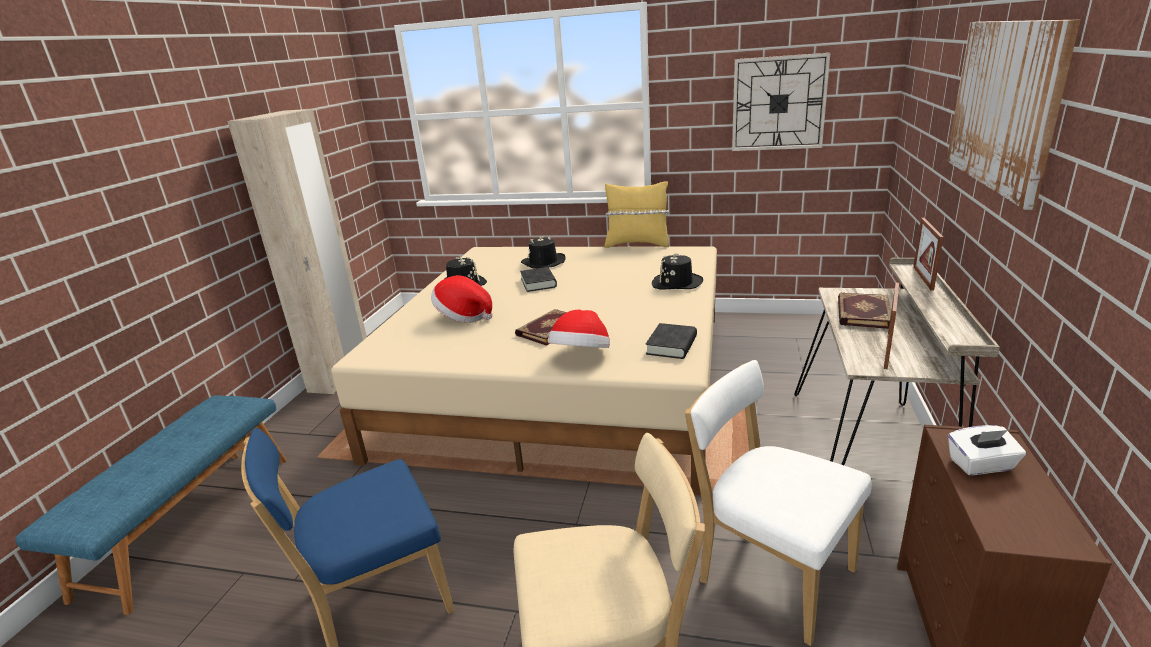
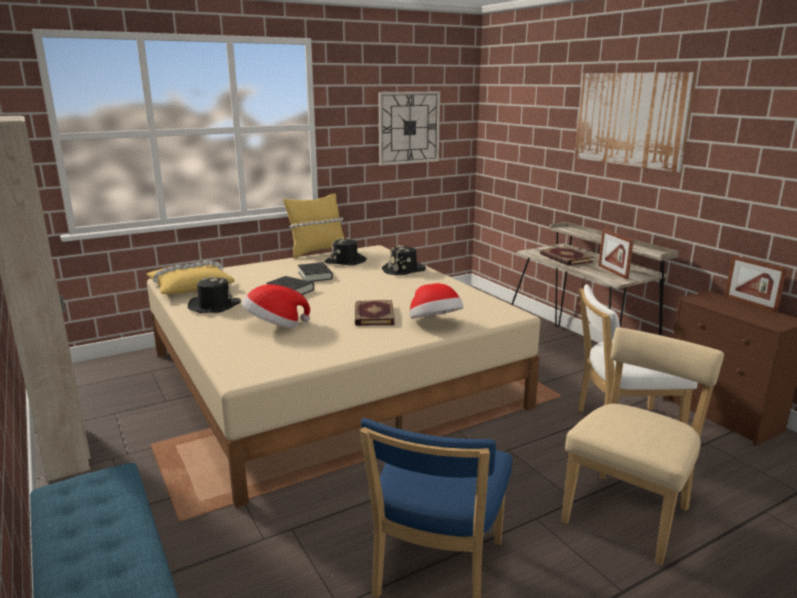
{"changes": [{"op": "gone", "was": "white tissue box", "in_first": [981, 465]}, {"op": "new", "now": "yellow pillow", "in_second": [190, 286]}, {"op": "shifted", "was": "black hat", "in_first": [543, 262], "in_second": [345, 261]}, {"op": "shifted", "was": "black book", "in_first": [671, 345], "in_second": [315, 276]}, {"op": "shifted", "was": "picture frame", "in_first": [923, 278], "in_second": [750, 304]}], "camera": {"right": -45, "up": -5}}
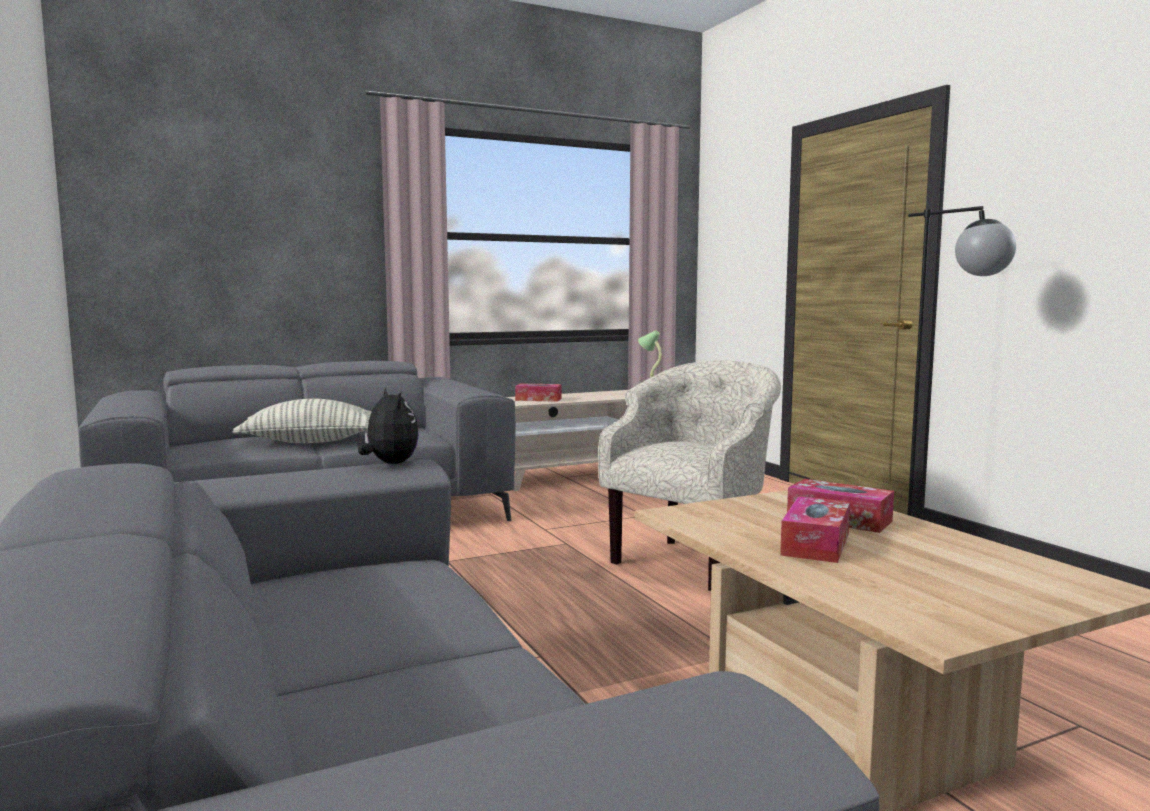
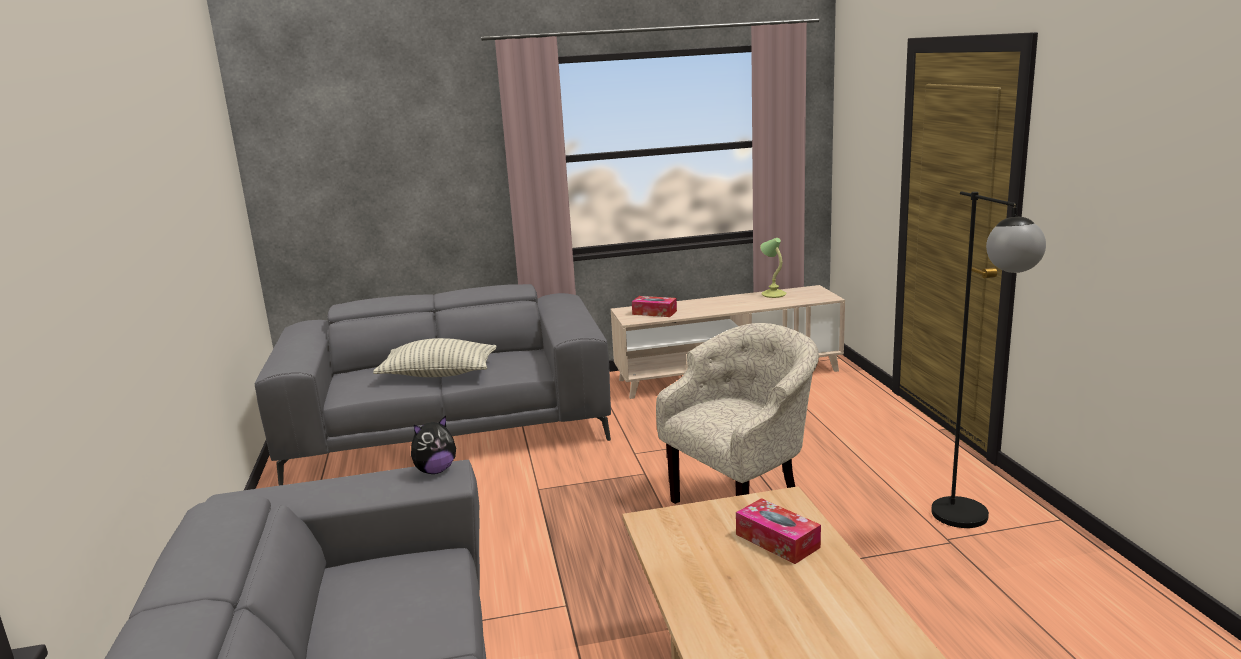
{"changes": [{"op": "gone", "was": "tissue box", "in_first": [816, 544]}, {"op": "rotated", "was": "plush toy", "in_first": [389, 464], "in_second": [435, 470], "clockwise": 75}], "camera": {"right": 15, "up": 10}}
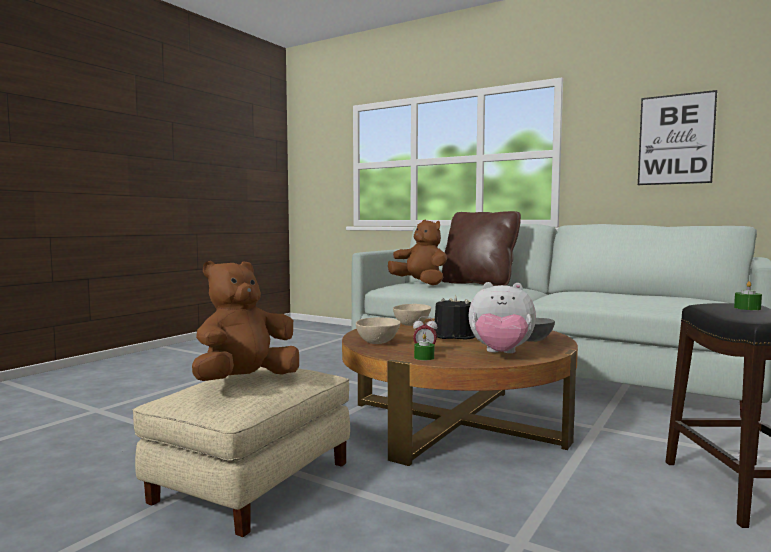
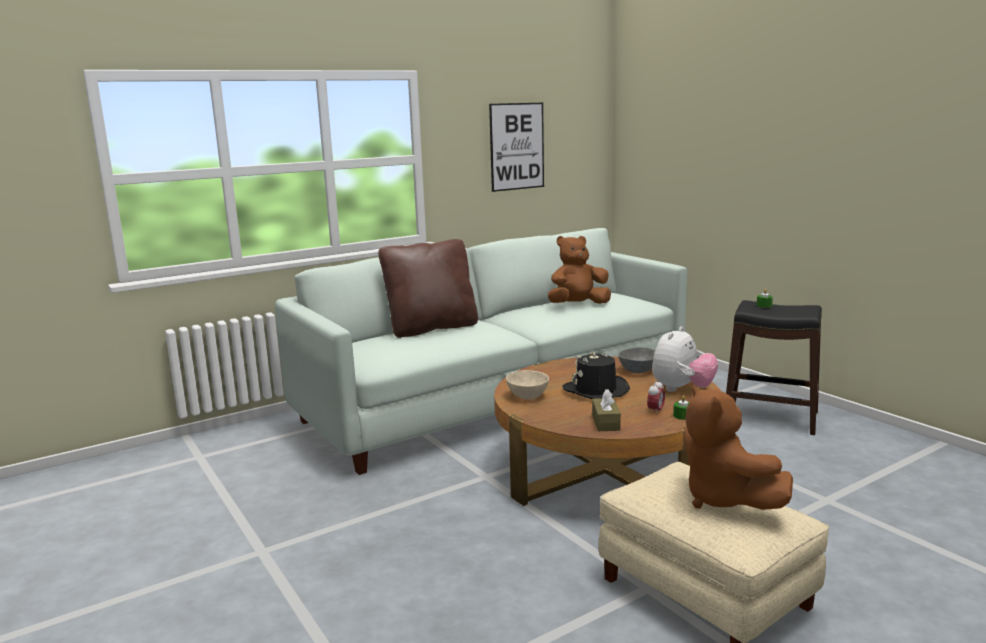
{"changes": [{"op": "shifted", "was": "brown plush toy", "in_first": [420, 283], "in_second": [577, 305]}, {"op": "swapped", "was": "beige bowl", "now": "brown tissue box", "in_first": [378, 342], "in_second": [605, 422]}], "camera": {"right": -65, "up": 10}}
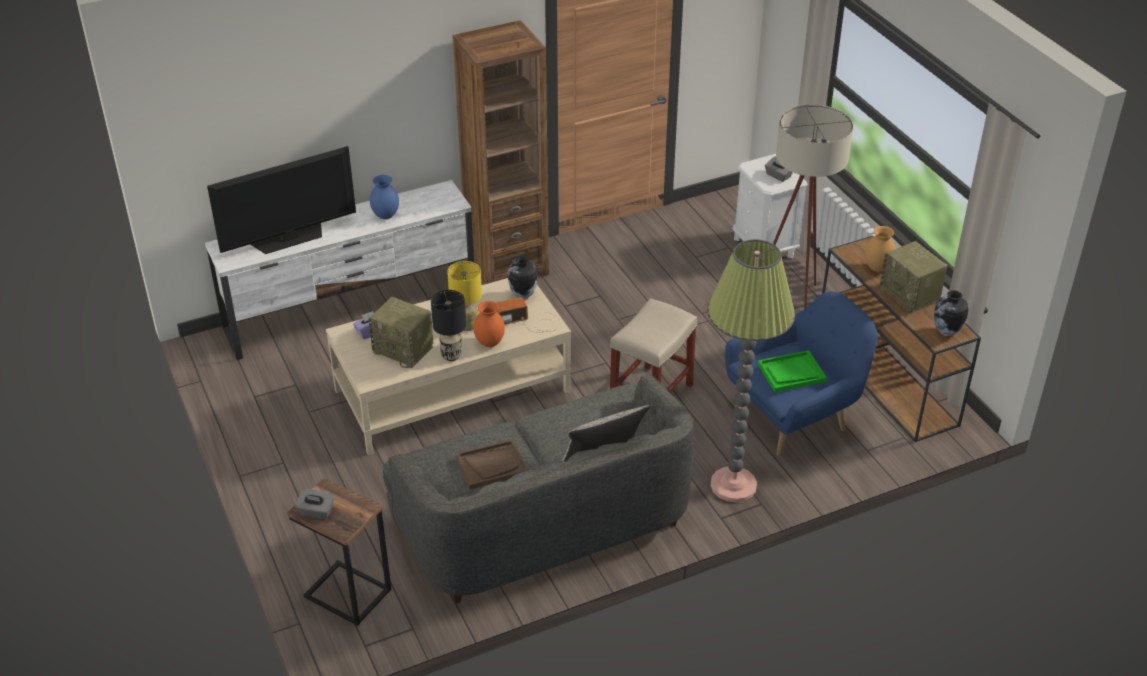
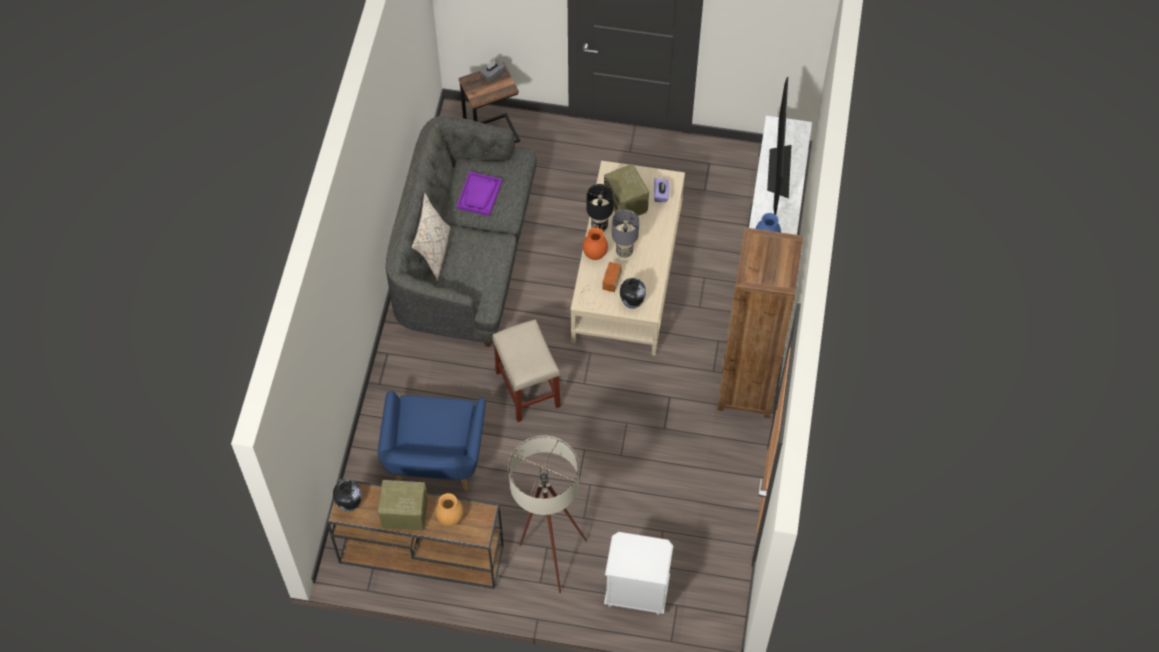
{"changes": [{"op": "gone", "was": "floor lamp", "in_first": [733, 485]}, {"op": "gone", "was": "green tray", "in_first": [791, 373]}, {"op": "gone", "was": "grey tissue box", "in_first": [778, 176]}, {"op": "repainted", "was": "yellow table lamp", "now": "grey table lamp", "in_first": [467, 326], "in_second": [624, 251]}, {"op": "repainted", "was": "brown tray", "now": "purple tray", "in_first": [491, 465], "in_second": [479, 195]}, {"op": "rotated", "was": "radio", "in_first": [404, 350], "in_second": [626, 204], "clockwise": -90}], "camera": {"right": 125, "up": 20}}
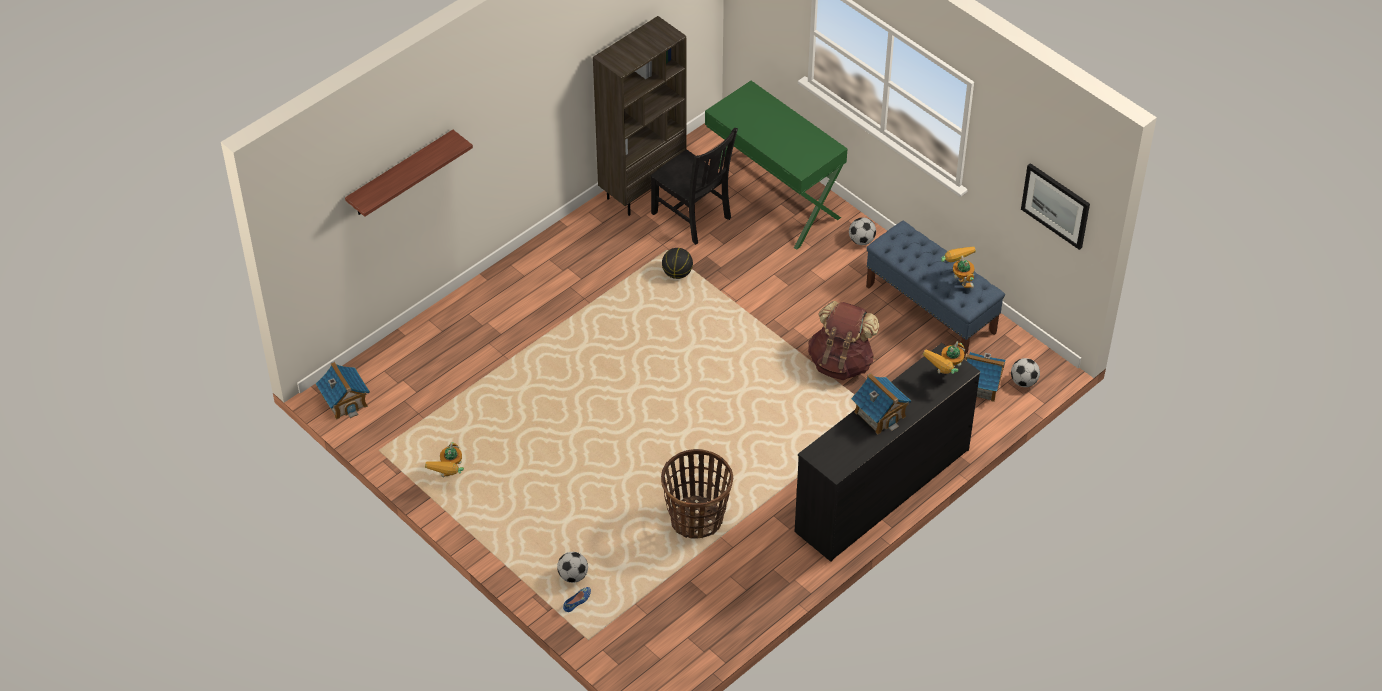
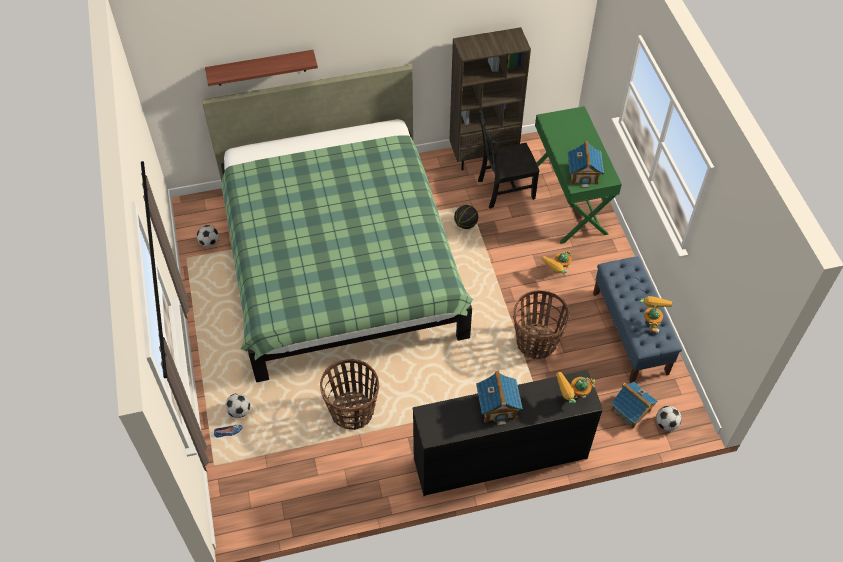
{"changes": [{"op": "gone", "was": "picture", "in_first": [1056, 205]}, {"op": "new", "now": "green bed", "in_second": [339, 262]}, {"op": "shifted", "was": "toy house", "in_first": [345, 401], "in_second": [583, 174]}, {"op": "shifted", "was": "toy robot", "in_first": [450, 477], "in_second": [556, 274]}, {"op": "shifted", "was": "football", "in_first": [861, 240], "in_second": [209, 242]}, {"op": "swapped", "was": "brown backpack", "now": "basket", "in_first": [841, 362], "in_second": [536, 342]}, {"op": "rotated", "was": "black chair", "in_first": [693, 217], "in_second": [504, 189], "clockwise": 90}], "camera": {"right": 30, "up": 5}}
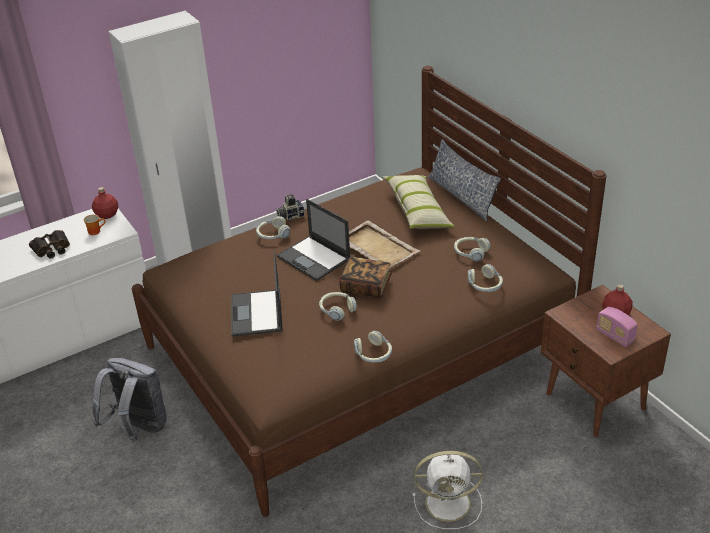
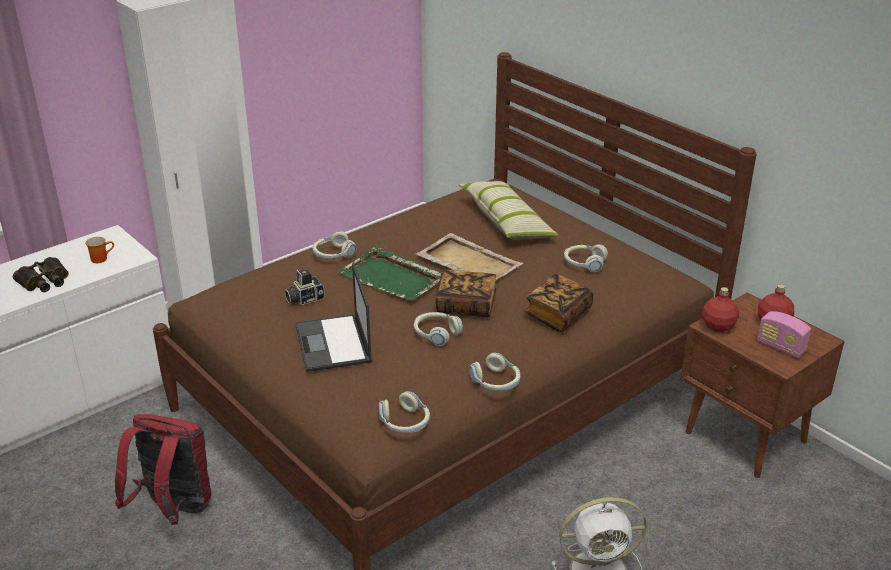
{"changes": [{"op": "gone", "was": "pillow", "in_first": [461, 196]}, {"op": "new", "now": "book", "in_second": [558, 315]}, {"op": "shifted", "was": "red bottle", "in_first": [106, 215], "in_second": [718, 326]}, {"op": "shifted", "was": "photo camera", "in_first": [290, 215], "in_second": [304, 299]}, {"op": "shifted", "was": "headphones", "in_first": [485, 285], "in_second": [405, 423]}, {"op": "swapped", "was": "laptop", "now": "green tray", "in_first": [314, 258], "in_second": [393, 278]}, {"op": "repainted", "was": "grey backpack", "now": "red backpack", "in_first": [138, 428], "in_second": [173, 509]}], "camera": {"right": -10, "up": -5}}
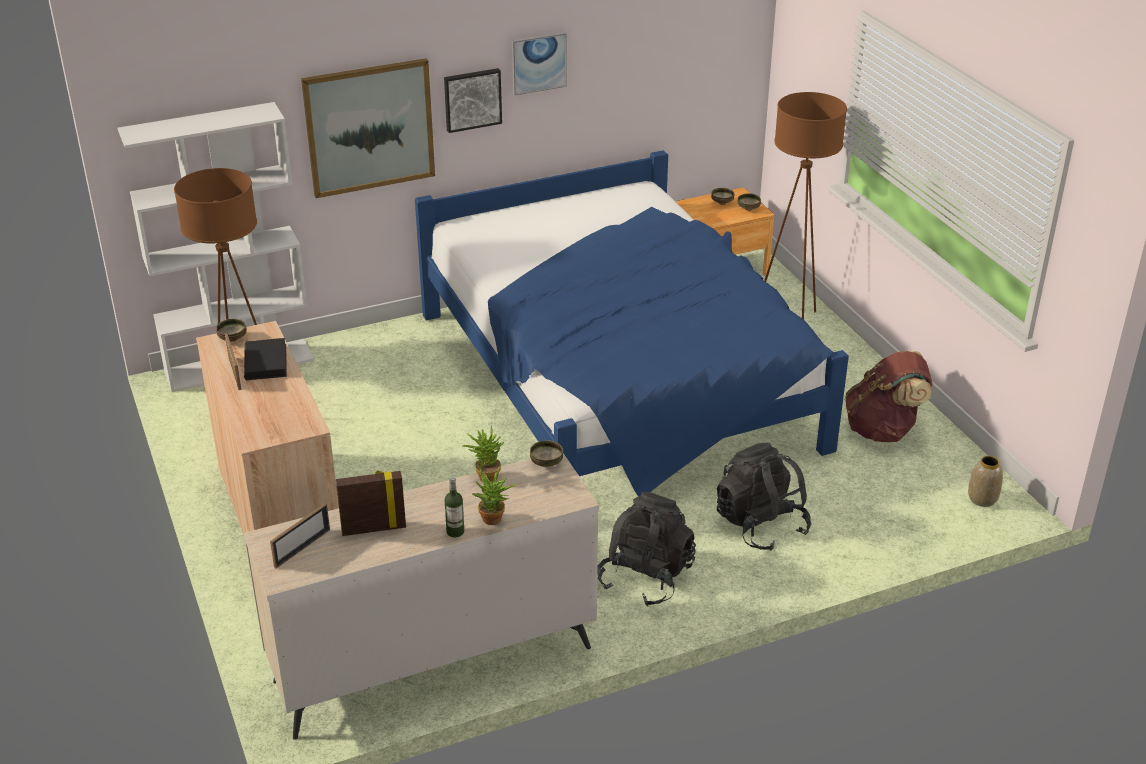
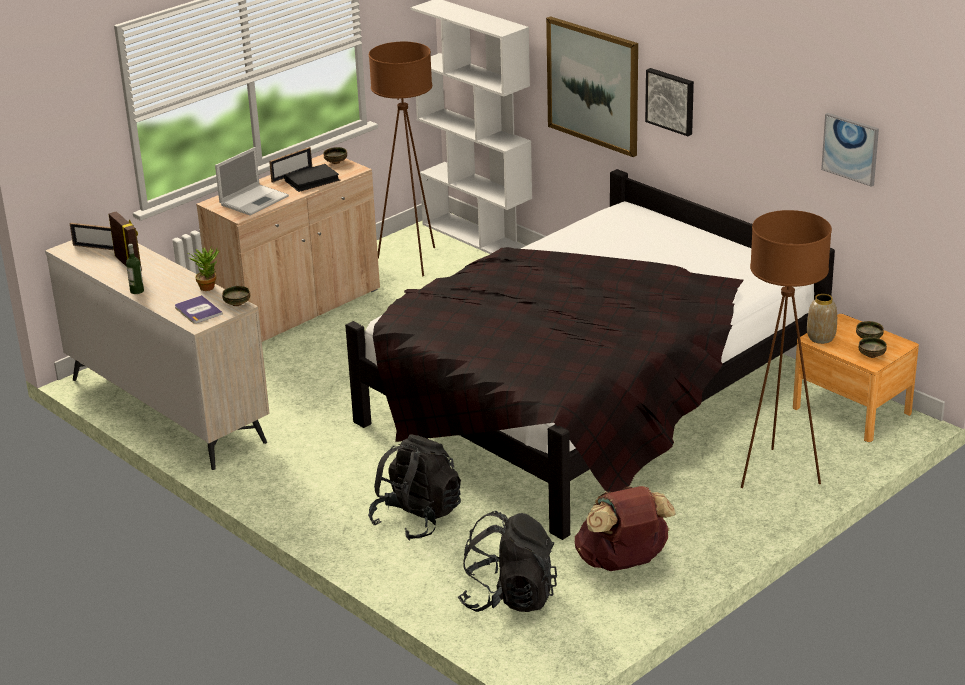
{"changes": [{"op": "gone", "was": "potted plant", "in_first": [494, 521]}, {"op": "new", "now": "book", "in_second": [198, 310]}, {"op": "new", "now": "laptop", "in_second": [255, 200]}, {"op": "shifted", "was": "picture", "in_first": [538, 63], "in_second": [850, 148]}, {"op": "shifted", "was": "black backpack", "in_first": [646, 577], "in_second": [508, 597]}, {"op": "shifted", "was": "vase", "in_first": [982, 499], "in_second": [820, 338]}, {"op": "repainted", "was": "blue bed", "now": "black bed", "in_first": [618, 380], "in_second": [591, 400]}], "camera": {"right": 70, "up": -5}}
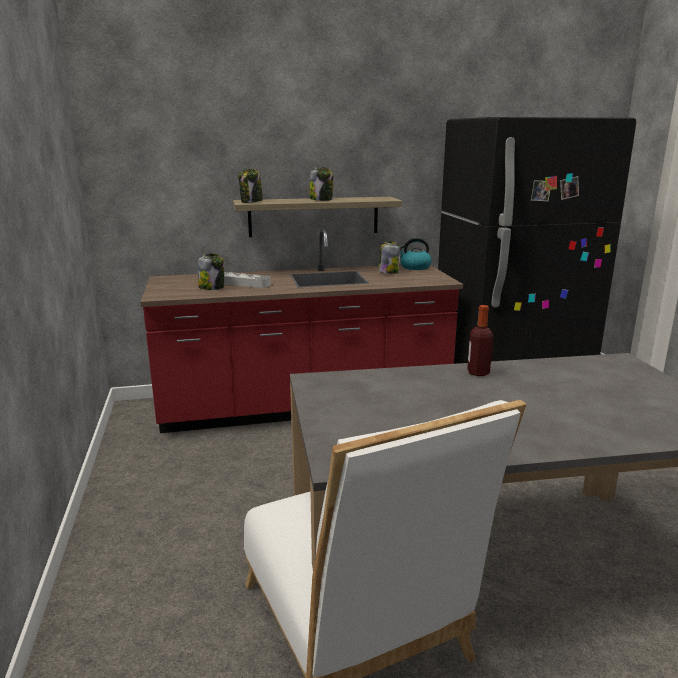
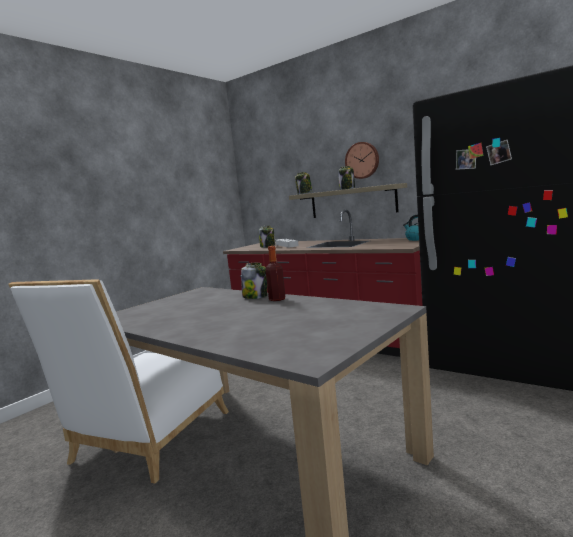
{"changes": [{"op": "new", "now": "wall clock", "in_second": [362, 160]}, {"op": "shifted", "was": "jar", "in_first": [388, 272], "in_second": [255, 296]}], "camera": {"right": 50, "up": -10}}
